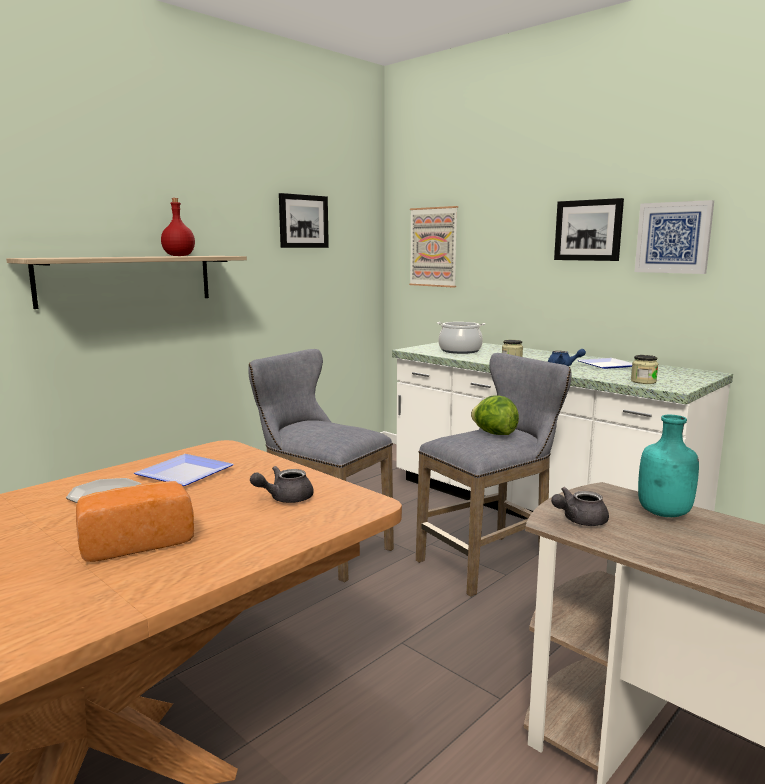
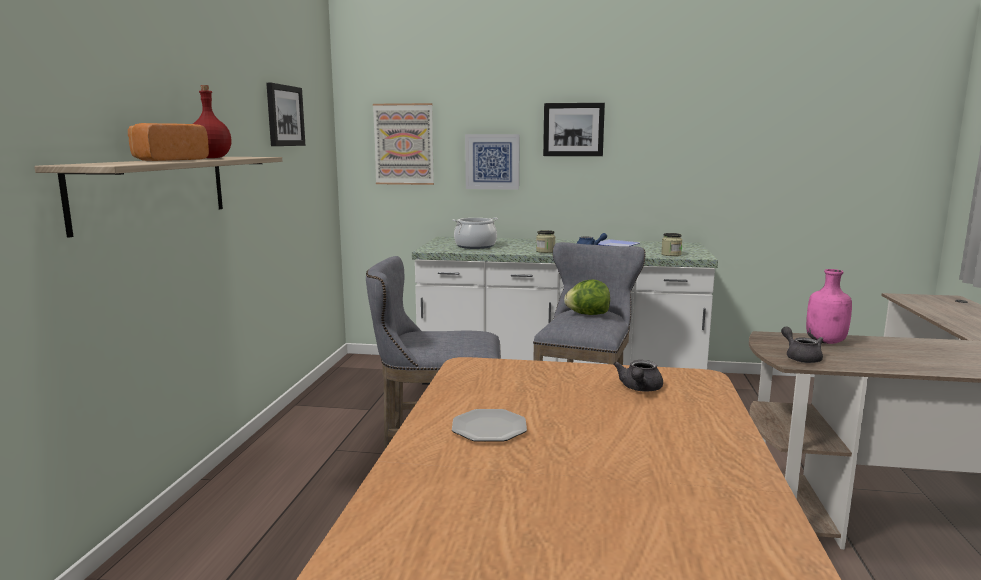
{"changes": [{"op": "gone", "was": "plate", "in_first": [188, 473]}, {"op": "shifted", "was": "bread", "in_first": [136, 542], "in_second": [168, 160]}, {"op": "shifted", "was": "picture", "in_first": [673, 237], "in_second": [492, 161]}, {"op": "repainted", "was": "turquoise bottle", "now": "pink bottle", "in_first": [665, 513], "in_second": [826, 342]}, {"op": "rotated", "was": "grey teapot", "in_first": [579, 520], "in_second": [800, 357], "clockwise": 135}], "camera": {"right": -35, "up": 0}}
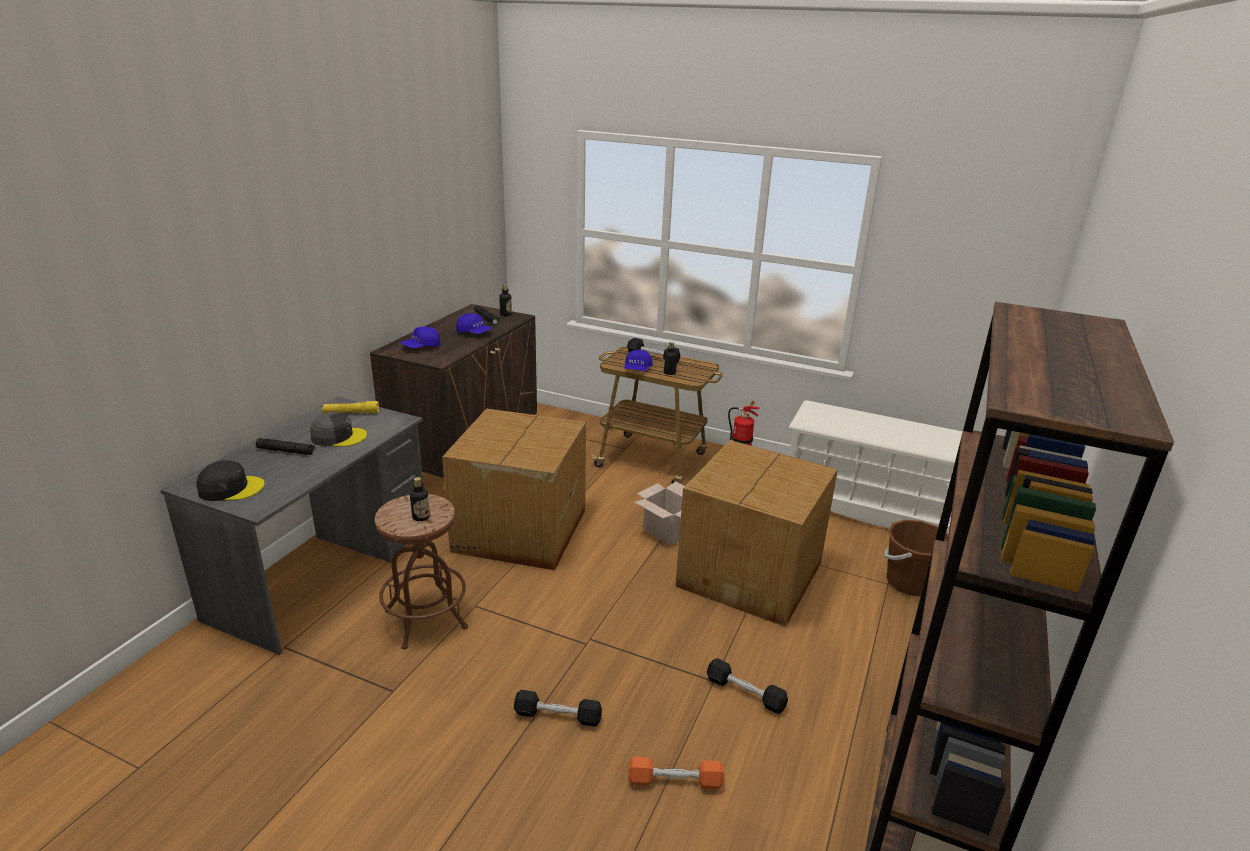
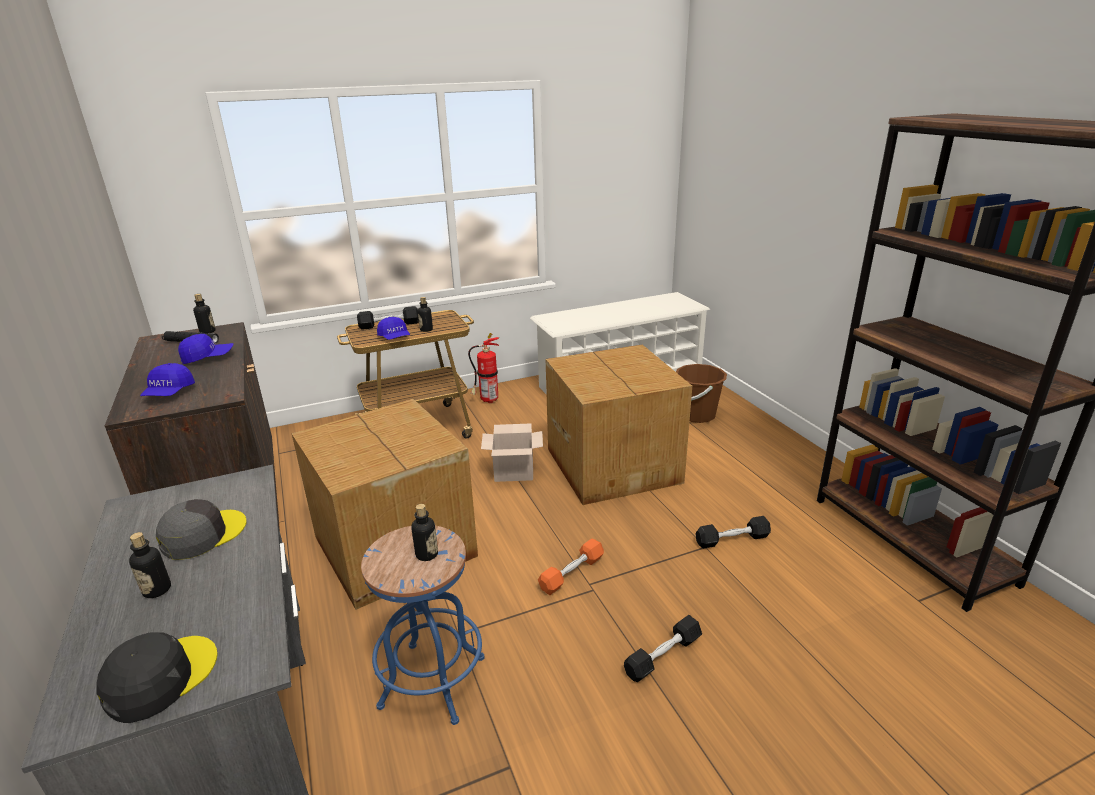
{"changes": [{"op": "gone", "was": "yellow flashlight", "in_first": [351, 413]}, {"op": "shifted", "was": "orange dumbbell", "in_first": [675, 781], "in_second": [571, 573]}, {"op": "swapped", "was": "black flashlight", "now": "bottle", "in_first": [286, 451], "in_second": [157, 590]}, {"op": "repainted", "was": "brown stool", "now": "blue stool", "in_first": [426, 619], "in_second": [432, 681]}], "camera": {"right": -45, "up": 0}}
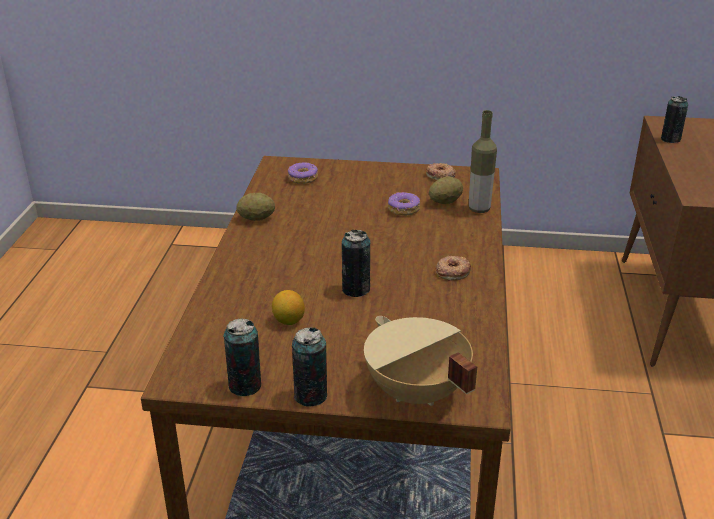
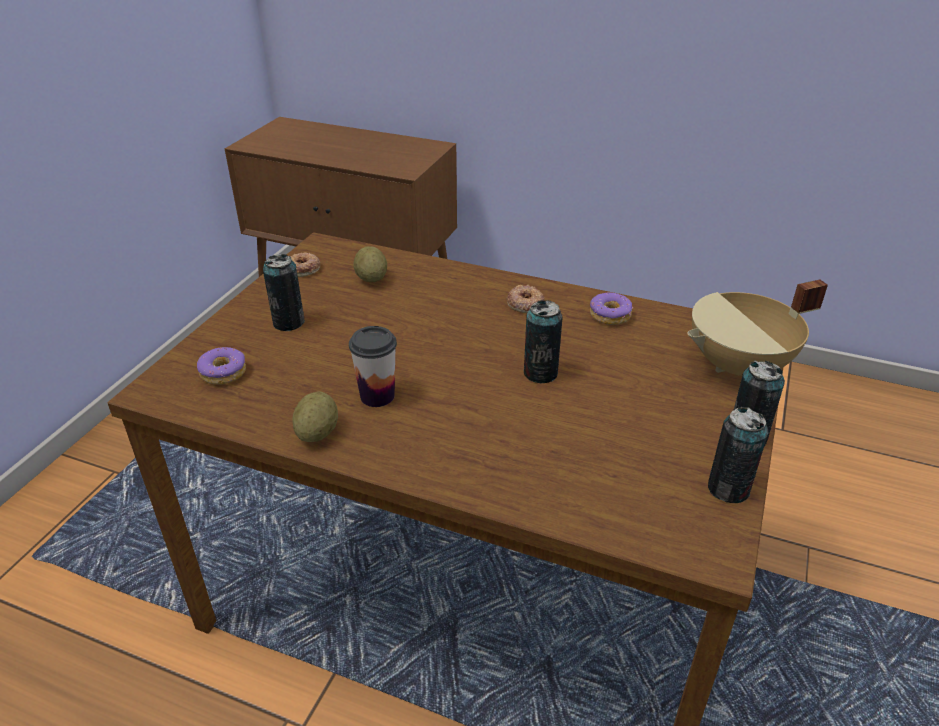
{"changes": [{"op": "gone", "was": "lemon", "in_first": [289, 321]}, {"op": "gone", "was": "bottle", "in_first": [479, 209]}, {"op": "new", "now": "cup", "in_second": [377, 396]}, {"op": "shifted", "was": "donut", "in_first": [403, 209], "in_second": [610, 315]}, {"op": "shifted", "was": "can", "in_first": [670, 139], "in_second": [288, 322]}], "camera": {"right": -75, "up": 5}}
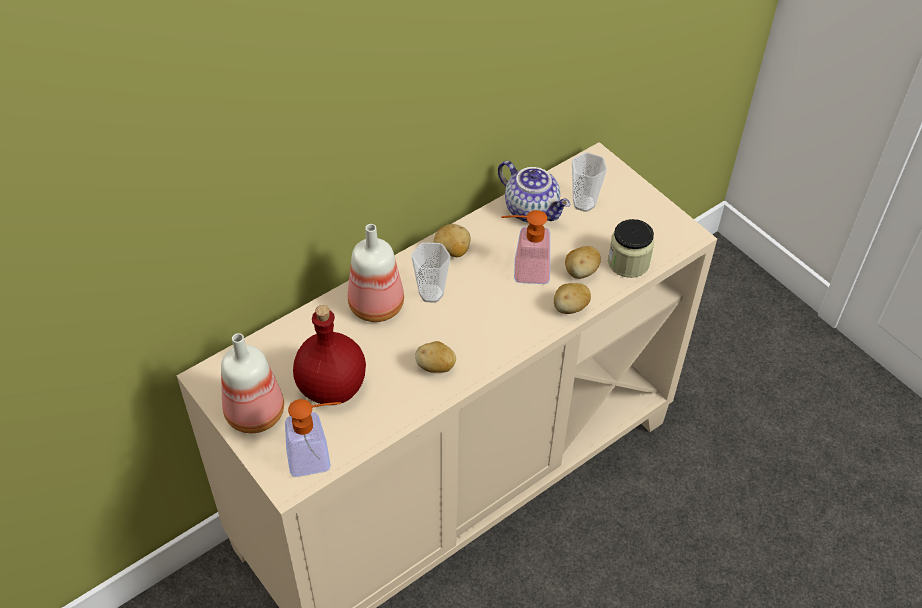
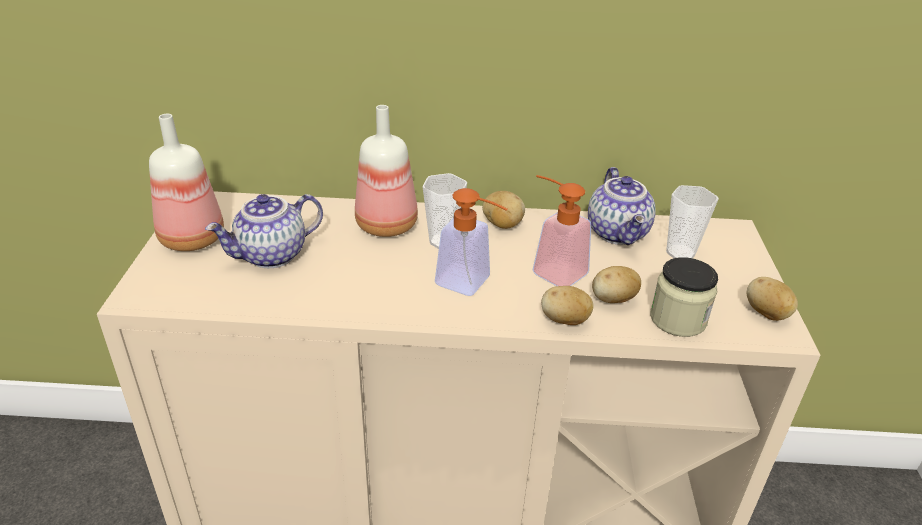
{"changes": [{"op": "shifted", "was": "soap dispenser", "in_first": [317, 457], "in_second": [471, 284]}, {"op": "shifted", "was": "potato", "in_first": [436, 367], "in_second": [766, 314]}, {"op": "swapped", "was": "red bottle", "now": "teapot", "in_first": [333, 387], "in_second": [271, 256]}], "camera": {"right": 40, "up": -15}}
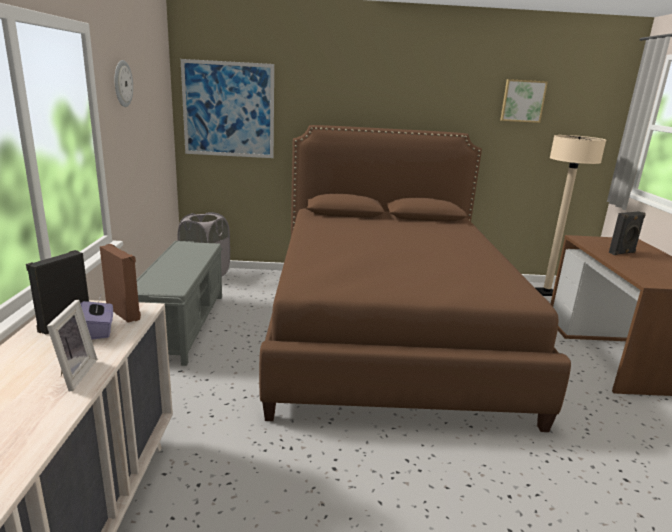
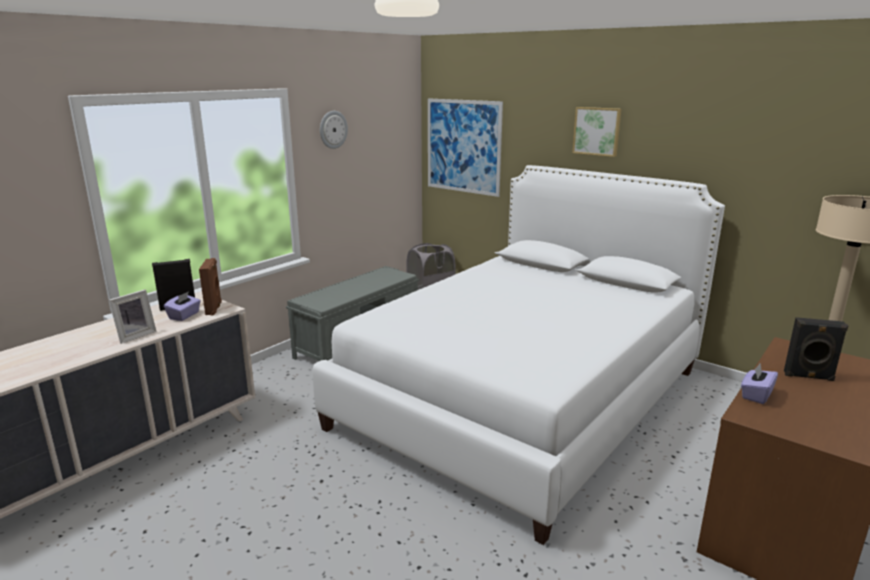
{"changes": [{"op": "new", "now": "purple tissue box", "in_second": [756, 395]}, {"op": "shifted", "was": "picture", "in_first": [522, 101], "in_second": [597, 131]}, {"op": "repainted", "was": "brown bed", "now": "white bed", "in_first": [387, 331], "in_second": [523, 398]}], "camera": {"right": 40, "up": 0}}
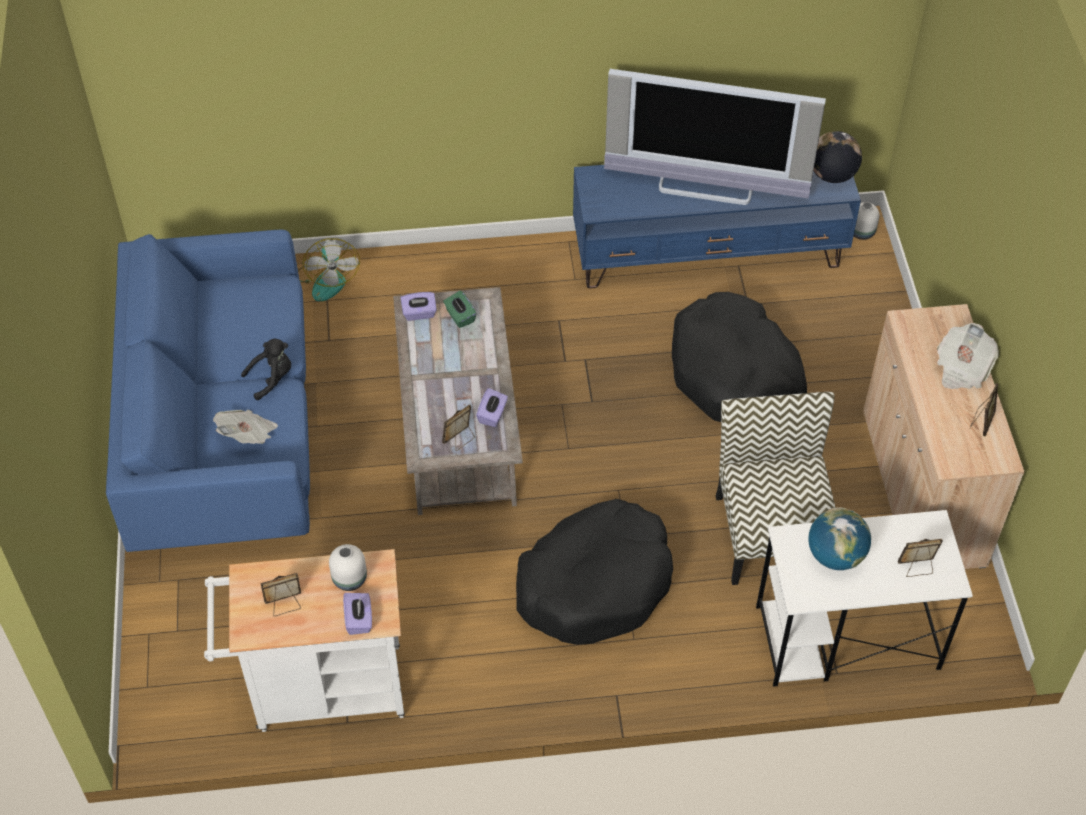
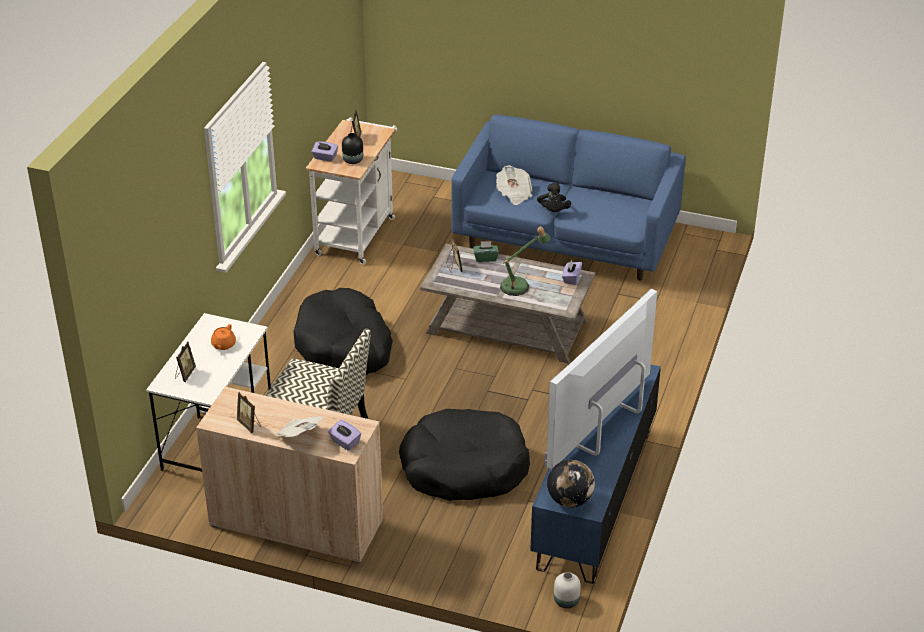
{"changes": [{"op": "gone", "was": "fan", "in_first": [327, 279]}, {"op": "new", "now": "table lamp", "in_second": [519, 285]}, {"op": "shifted", "was": "green tissue box", "in_first": [460, 316], "in_second": [485, 258]}, {"op": "shifted", "was": "purple tissue box", "in_first": [492, 415], "in_second": [344, 442]}, {"op": "swapped", "was": "globe", "now": "orange teapot", "in_first": [835, 556], "in_second": [223, 345]}, {"op": "repainted", "was": "white vase", "now": "black vase", "in_first": [350, 578], "in_second": [353, 160]}], "camera": {"right": 115, "up": -15}}
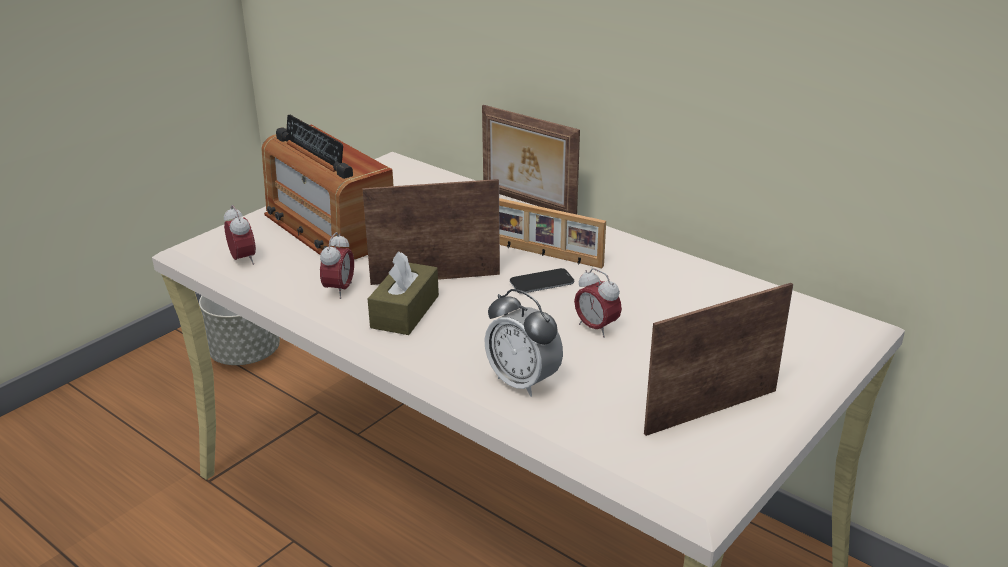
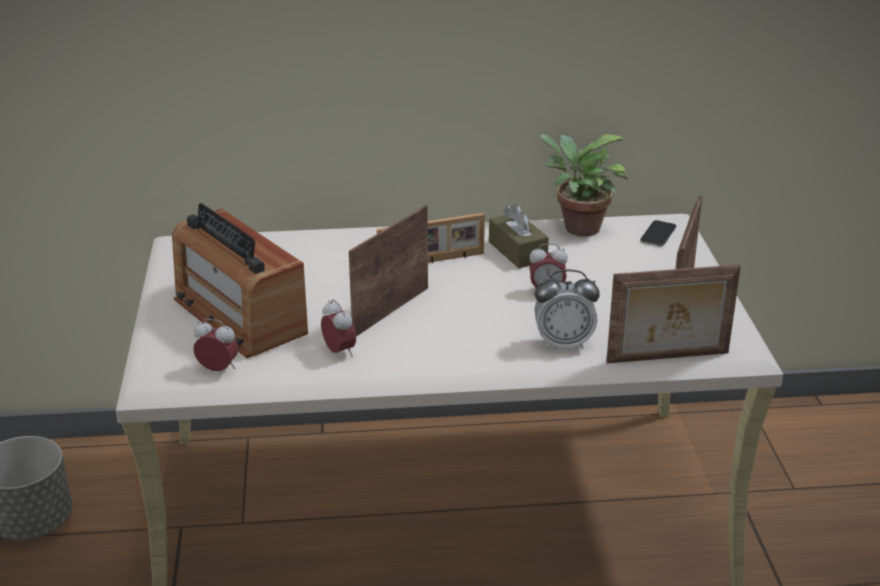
{"changes": [{"op": "new", "now": "potted plant", "in_second": [577, 228]}, {"op": "shifted", "was": "brown tissue box", "in_first": [405, 311], "in_second": [517, 251]}, {"op": "shifted", "was": "picture frame", "in_first": [527, 203], "in_second": [668, 358]}, {"op": "shifted", "was": "phone", "in_first": [542, 282], "in_second": [658, 234]}, {"op": "rotated", "was": "radio", "in_first": [329, 228], "in_second": [239, 316], "clockwise": 45}], "camera": {"right": -45, "up": 0}}
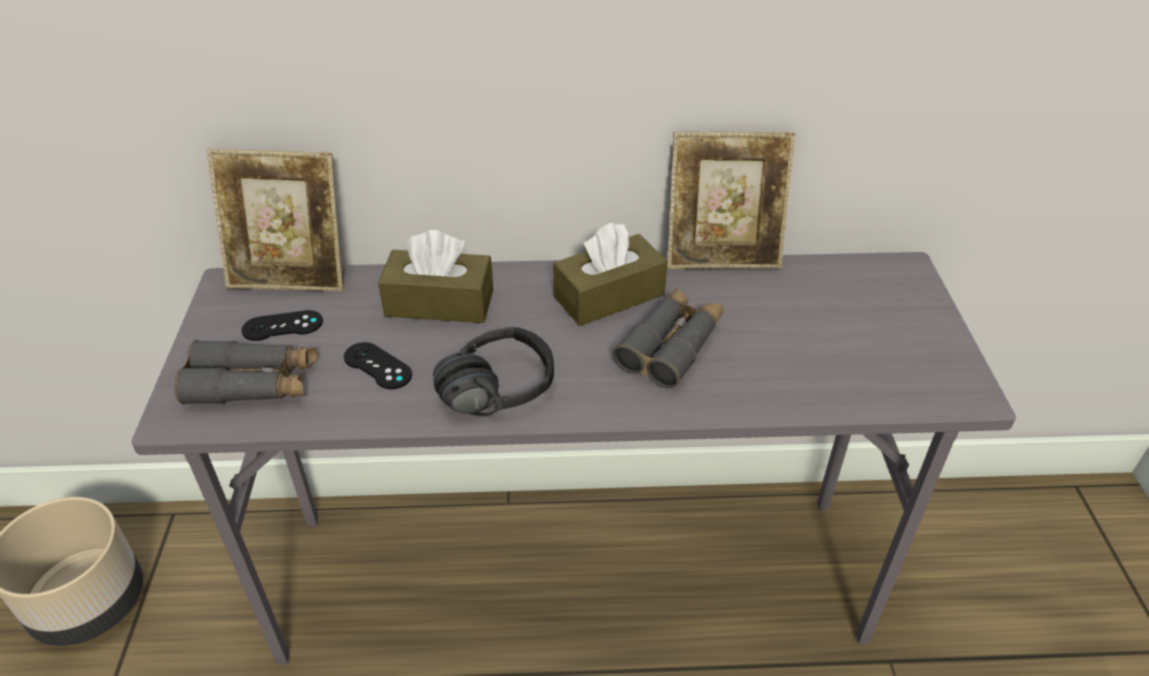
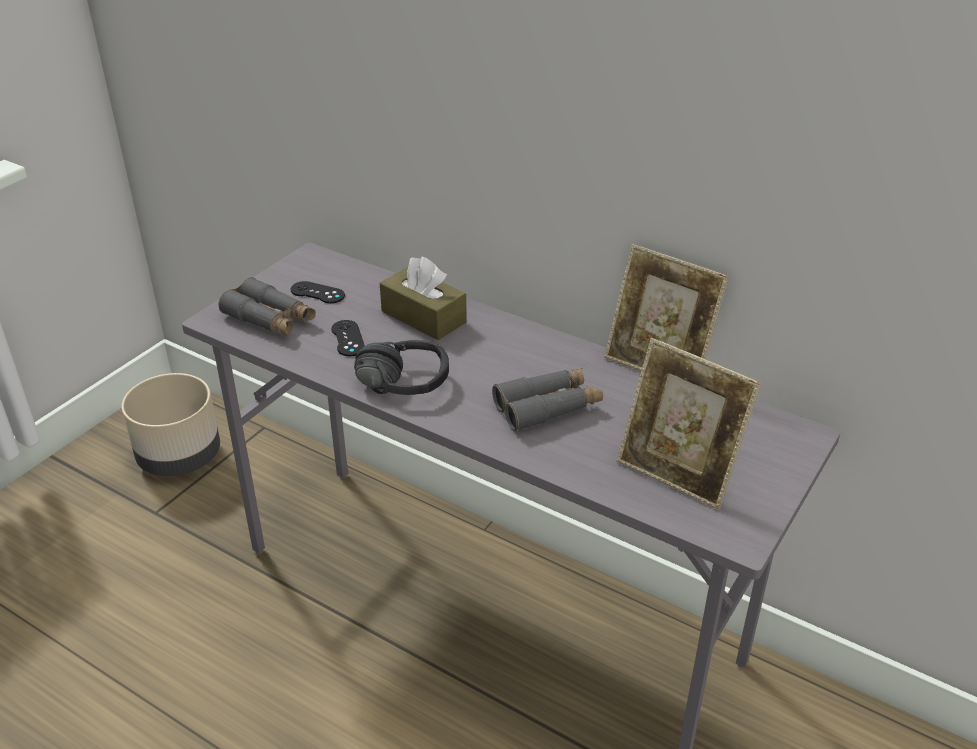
{"changes": [{"op": "gone", "was": "brown tissue box", "in_first": [609, 296]}, {"op": "shifted", "was": "picture frame", "in_first": [291, 276], "in_second": [677, 473]}], "camera": {"right": 35, "up": -5}}
